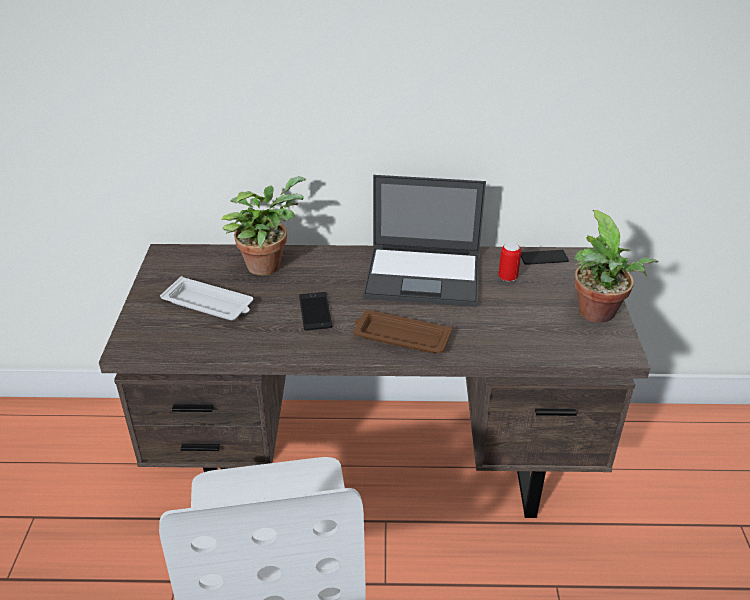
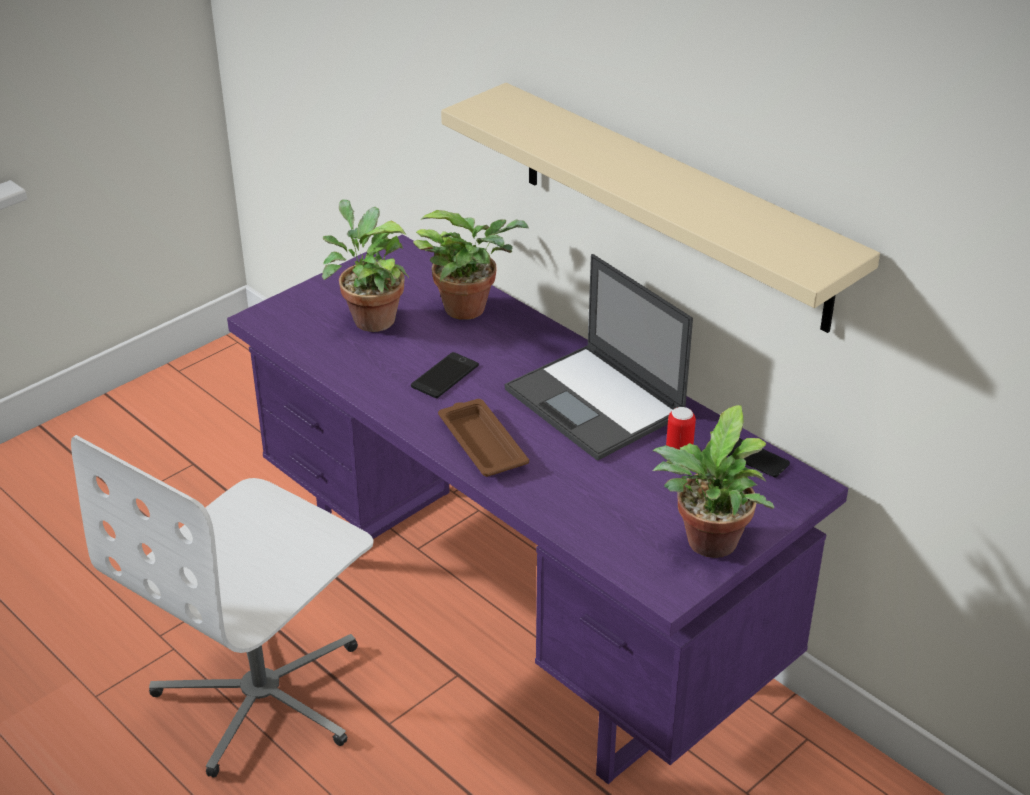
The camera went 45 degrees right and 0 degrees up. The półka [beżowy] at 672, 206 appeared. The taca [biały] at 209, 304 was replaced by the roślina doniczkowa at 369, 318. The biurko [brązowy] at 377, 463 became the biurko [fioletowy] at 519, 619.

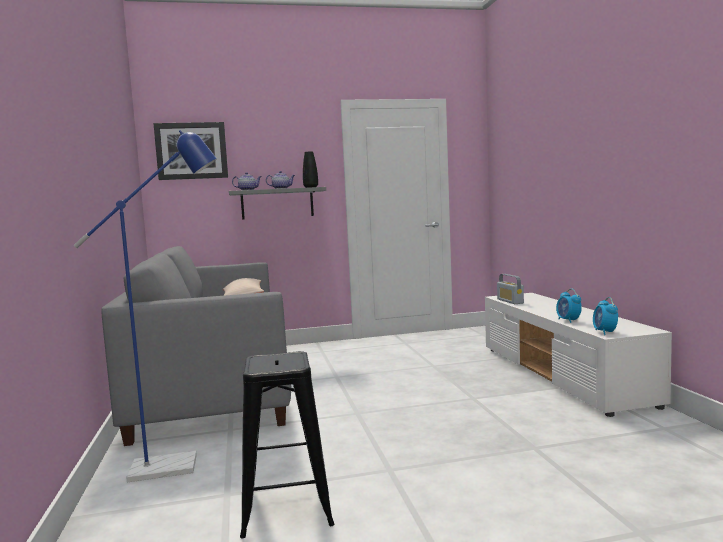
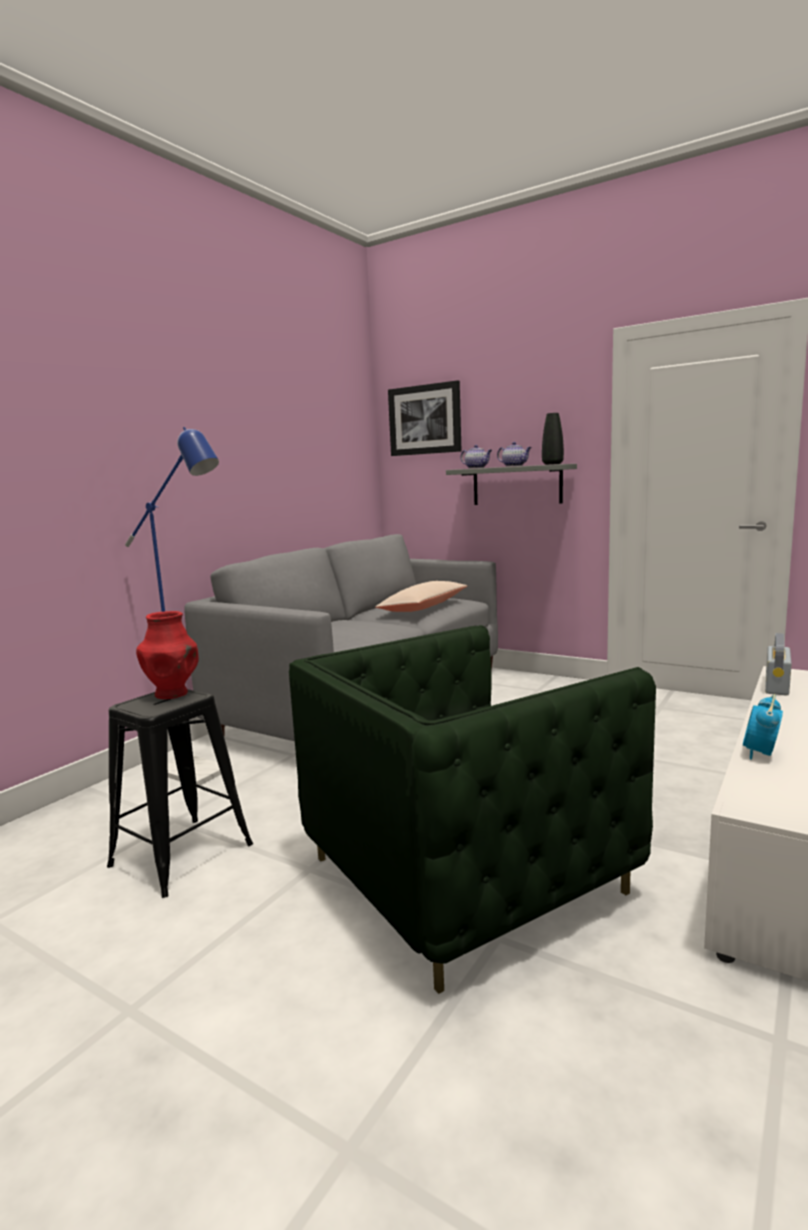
The camera went 45 degrees right and 5 degrees up. The budzik at 605, 332 disappeared. The wazon [czerwony] at 172, 694 appeared. The fotel [zielony] at 464, 875 appeared.

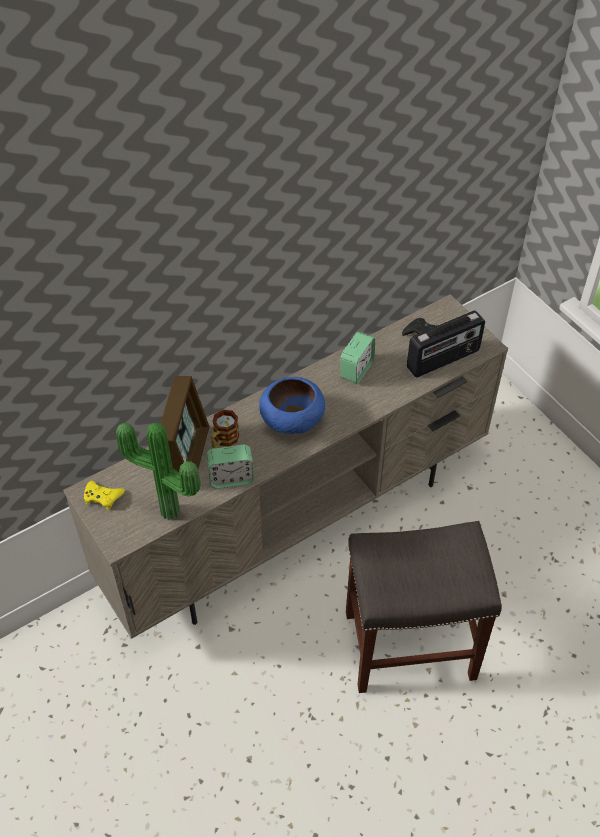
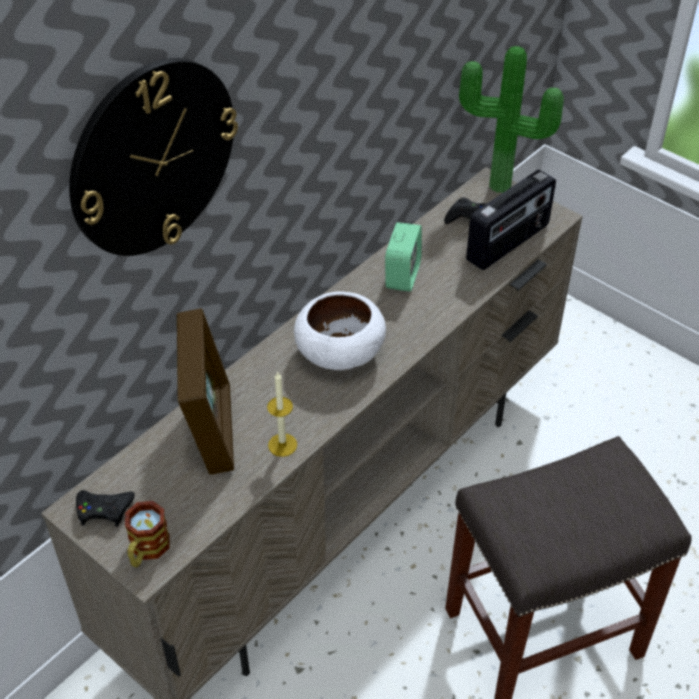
The camera went 15 degrees left and 5 degrees down. The zegar ścienny at 153, 158 appeared. The roślina doniczkowa moved from 168, 515 to 499, 188. The kubek moved from 223, 440 to 146, 550. The budzik at 231, 478 was replaced by the świeca at 282, 445. The pad do gier [żółty] at 102, 497 became the pad do gier [czarny] at 104, 510. The miska [niebieski] at 291, 419 became the miska [biały] at 339, 352.

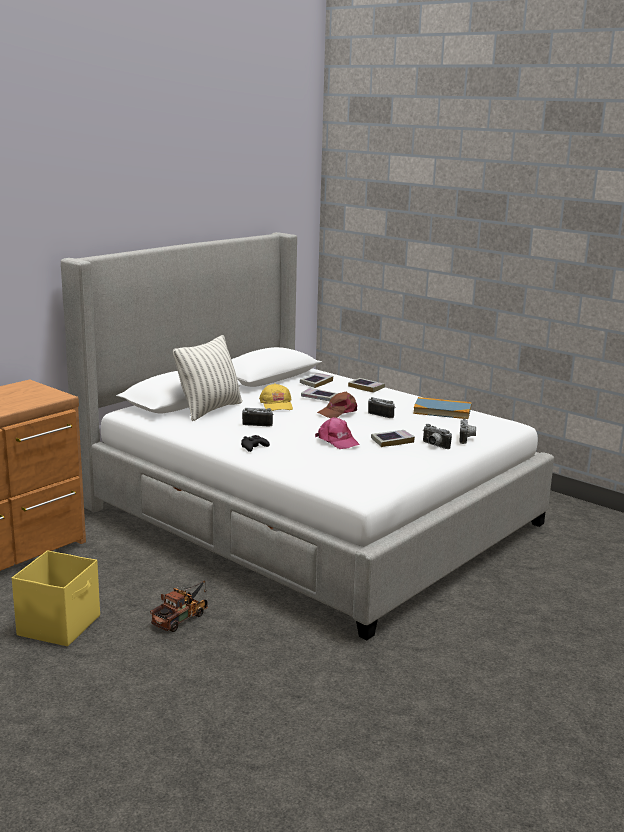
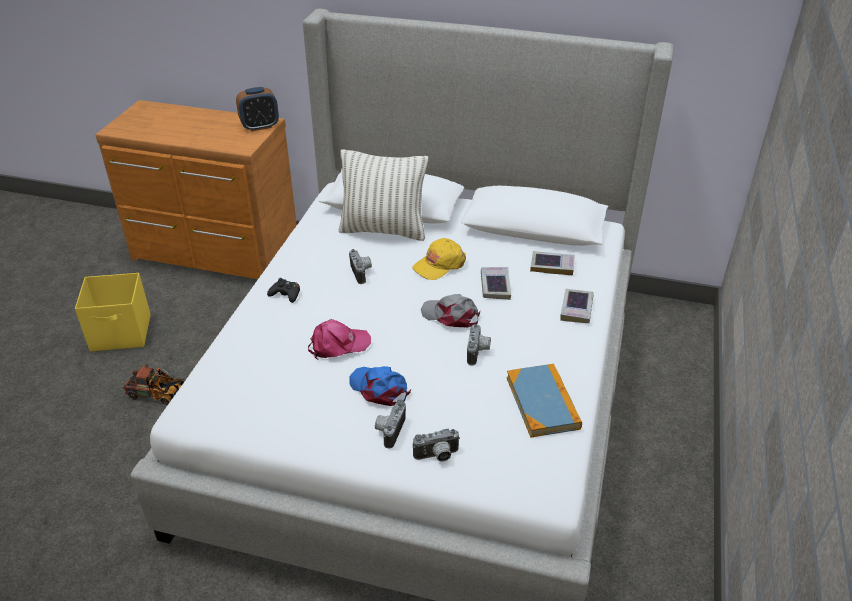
The camera went 65 degrees right and 20 degrees up. The budzik at 260, 126 appeared. The książka at 392, 441 was replaced by the czapka z daszkiem [niebieski] at 379, 388. The czapka z daszkiem [brązowy] at 338, 412 became the czapka z daszkiem [szary] at 451, 315. The czapka z daszkiem [różowy] at 337, 441 turned 135 degrees counterclockwise.

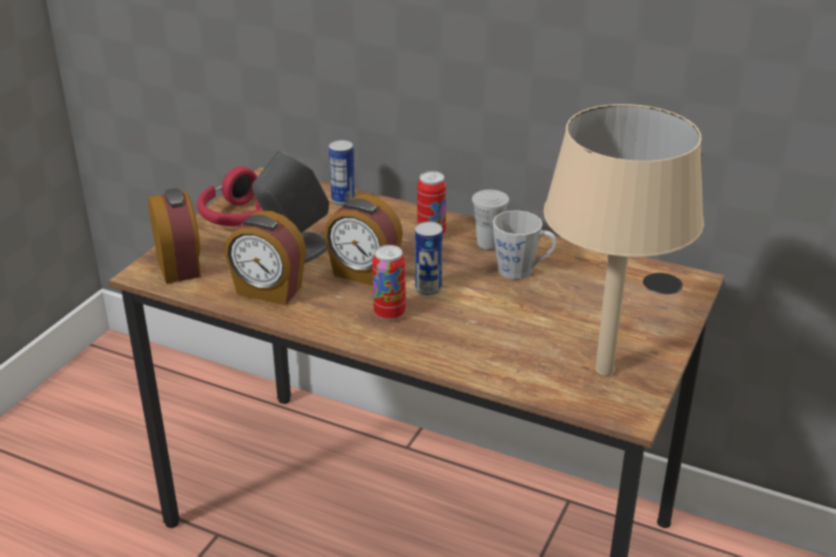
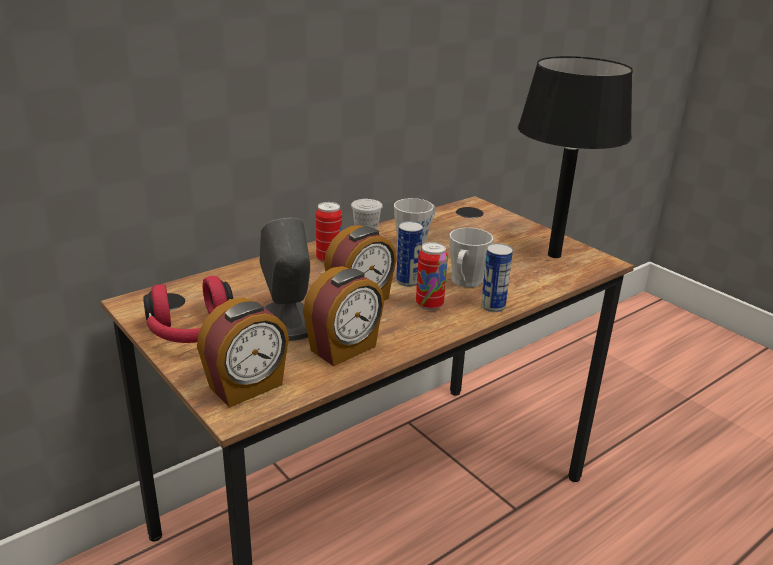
The camera went 65 degrees left and 5 degrees down. The kubek [szary] at 465, 283 appeared. The puszka moved from 343, 200 to 493, 306. The lampa stołowa [beżowy] at 604, 370 became the lampa stołowa [czarny] at 554, 255. The budzik at 180, 266 turned 135 degrees clockwise.

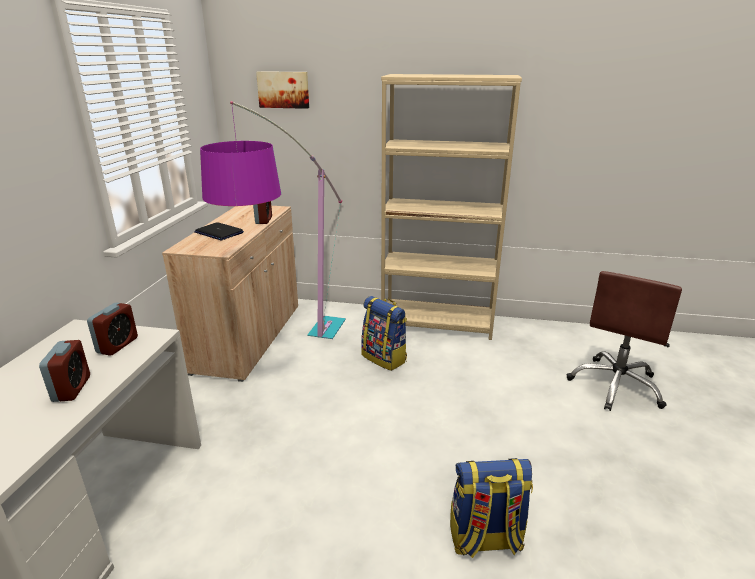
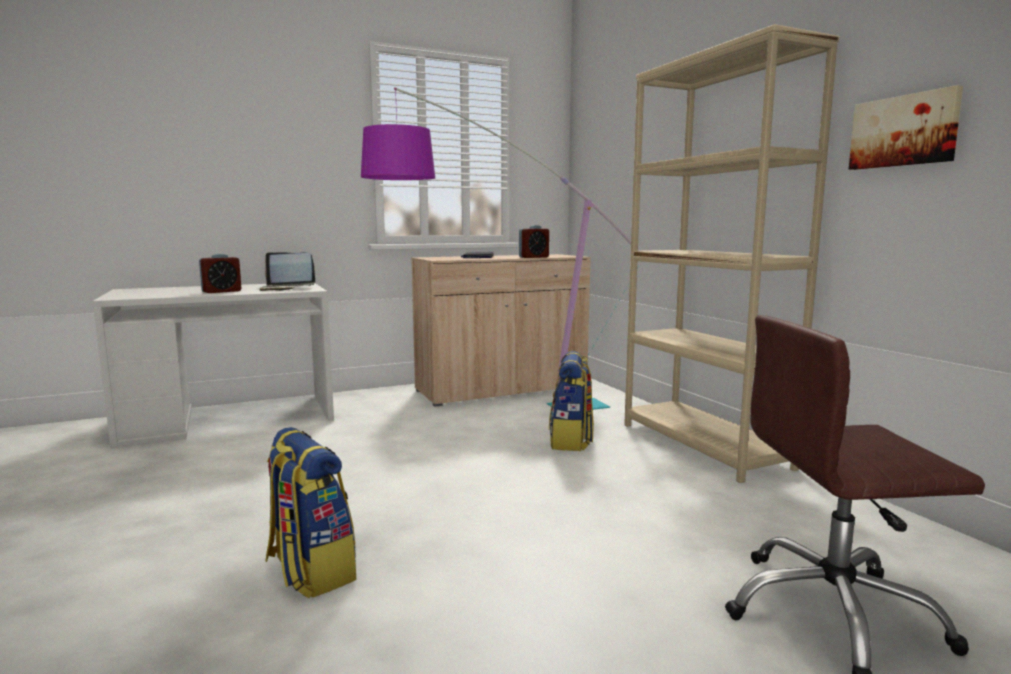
The camera went 55 degrees right and 15 degrees down. The obraz moved from 283, 89 to 904, 131. The budzik at 117, 345 was replaced by the laptop at 287, 288.

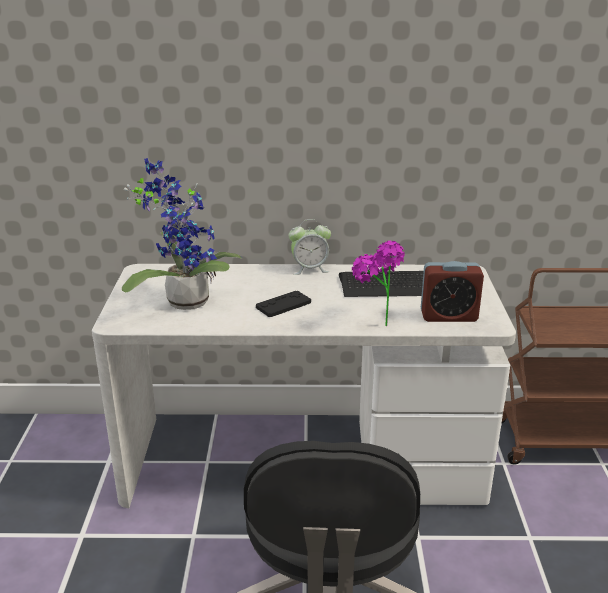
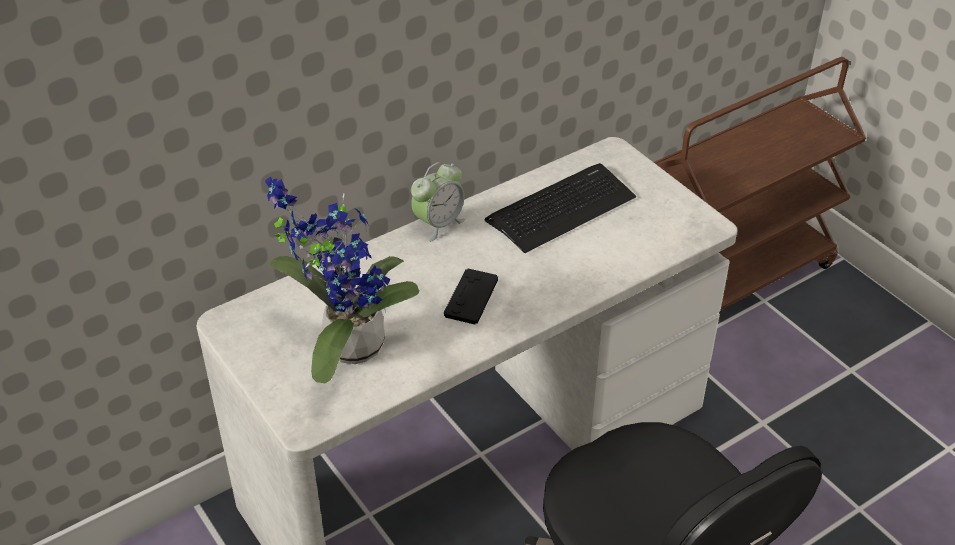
The camera went 35 degrees left and 15 degrees up. The roślina doniczkowa at 375, 323 disappeared. The budzik at 448, 316 disappeared.

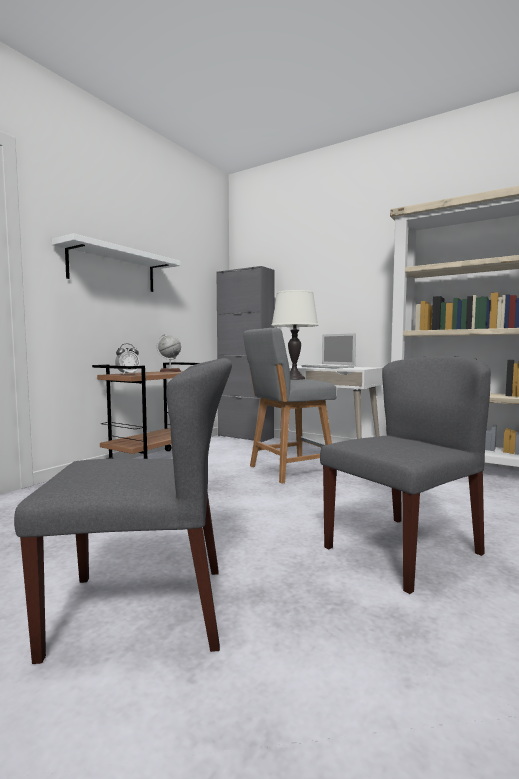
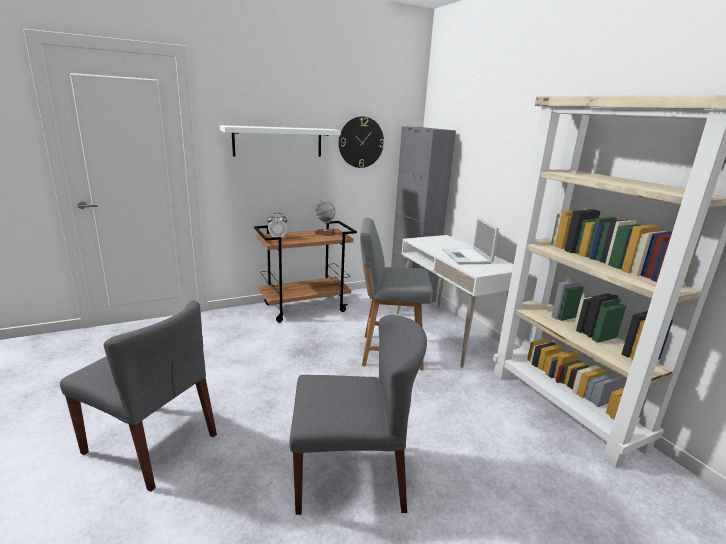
The camera went 30 degrees right and 15 degrees up. The lampa stołowa [biały] at 294, 378 disappeared. The zegar ścienny at 361, 142 appeared.

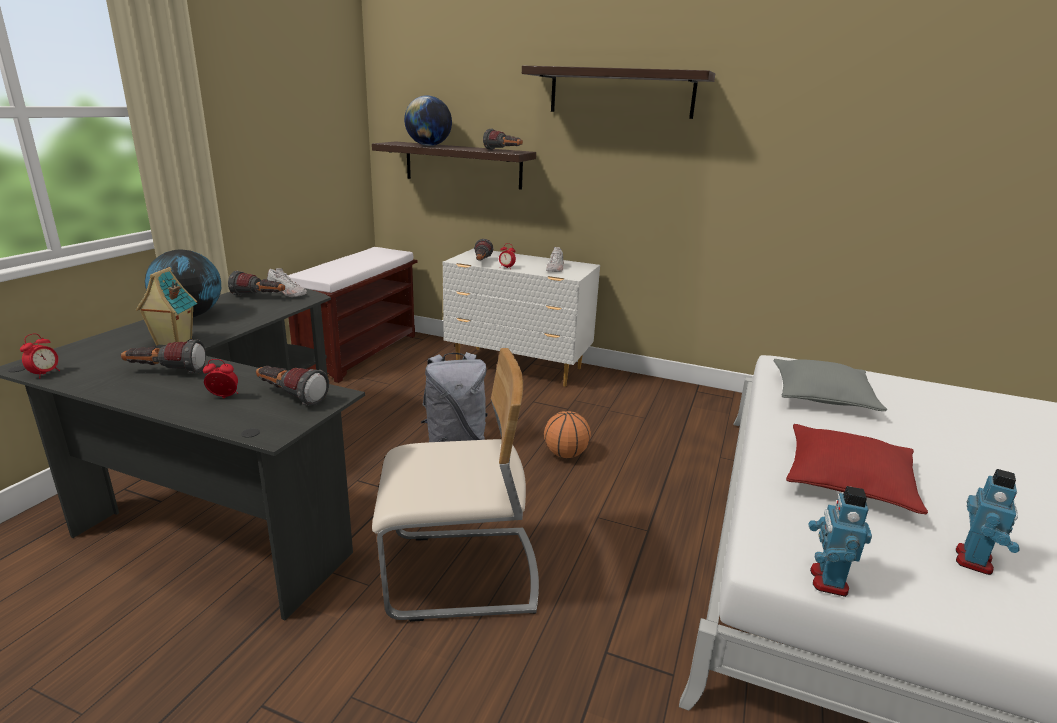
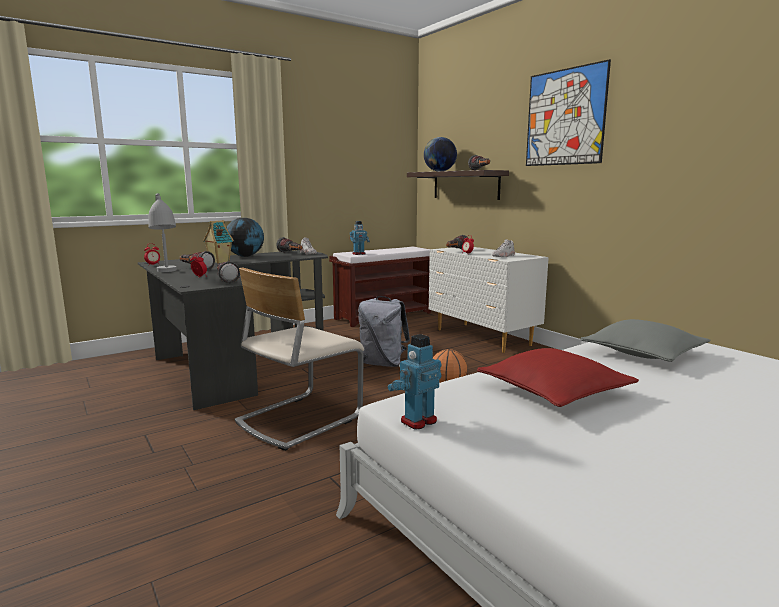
The camera went 35 degrees right and 10 degrees down. The lampa stołowa [szary] at 167, 273 appeared. The robot zabawkowy moved from 974, 561 to 359, 254. The półka at 621, 93 was replaced by the obraz at 565, 117. The krzesło [beżowy] at 461, 574 turned 105 degrees clockwise.

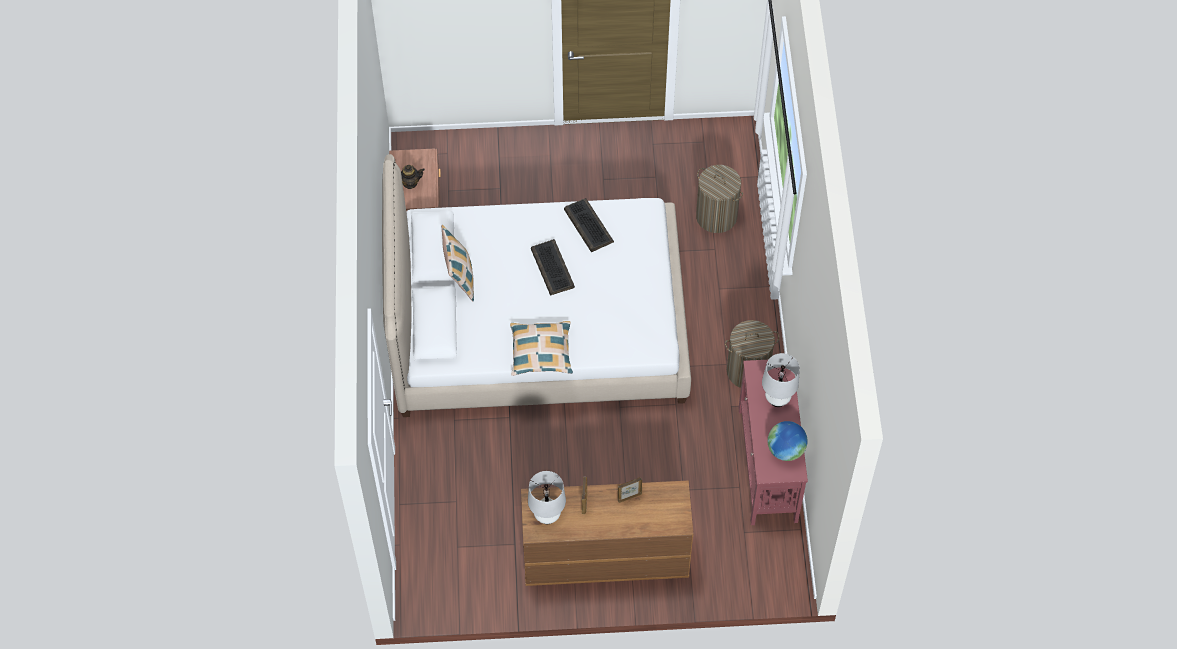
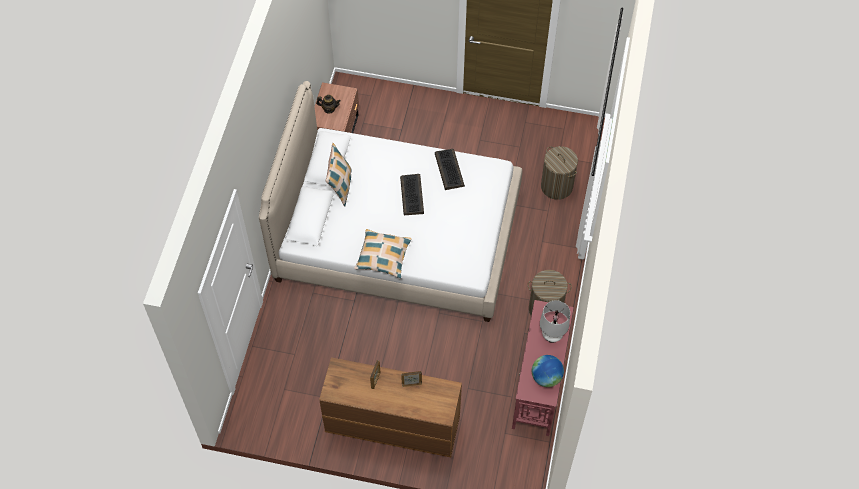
The camera went 15 degrees right and 0 degrees up. The lampa stołowa [biały] at 547, 515 disappeared.

